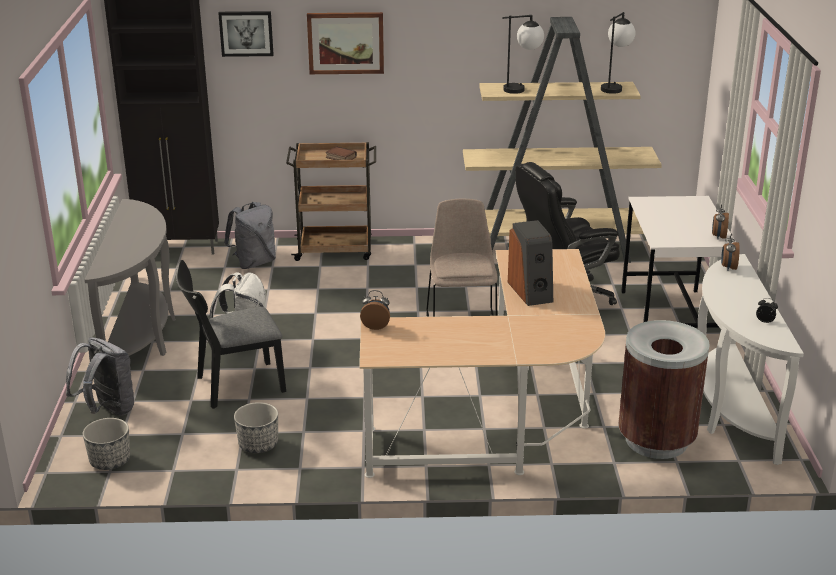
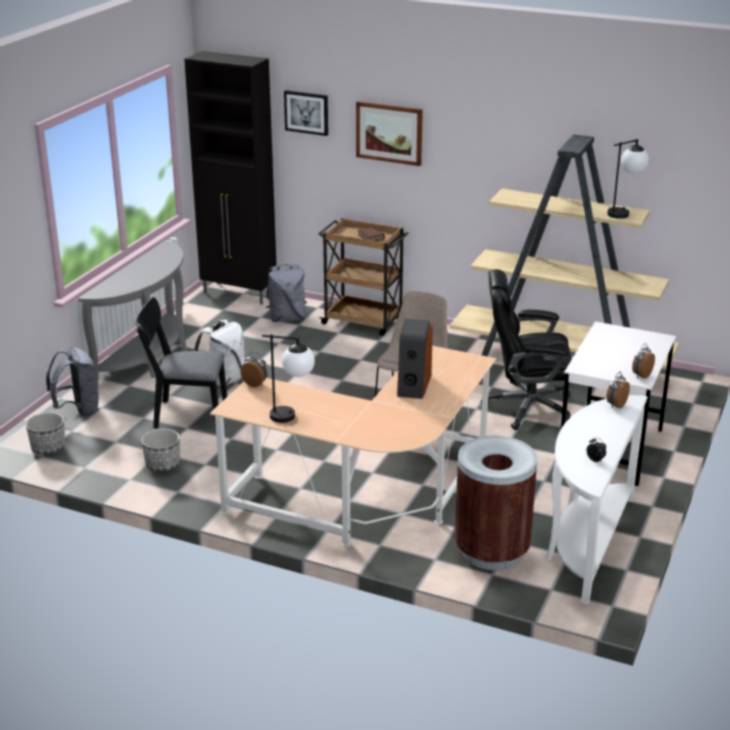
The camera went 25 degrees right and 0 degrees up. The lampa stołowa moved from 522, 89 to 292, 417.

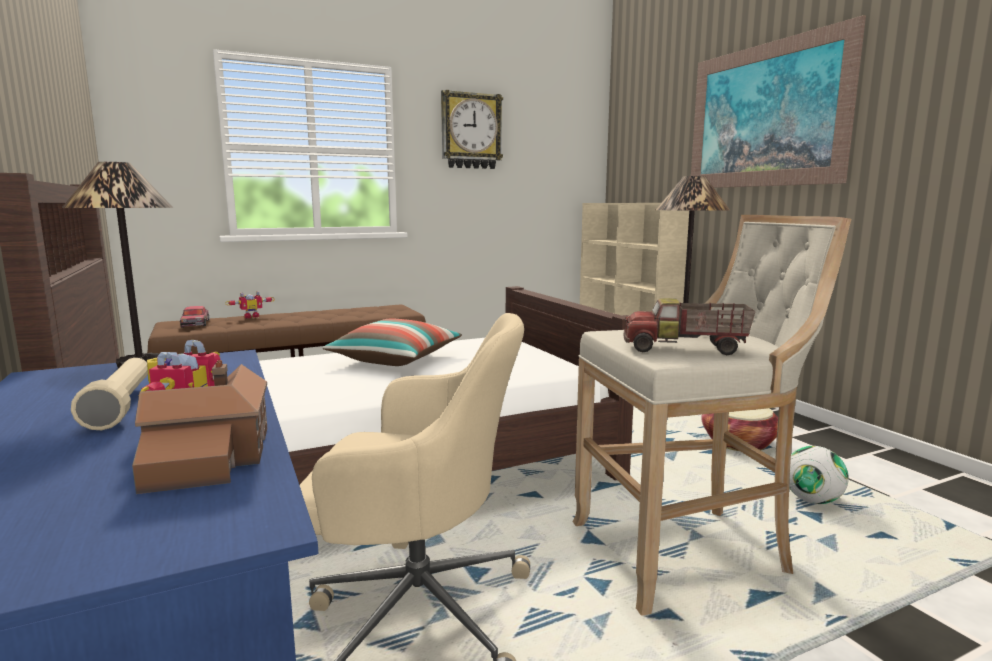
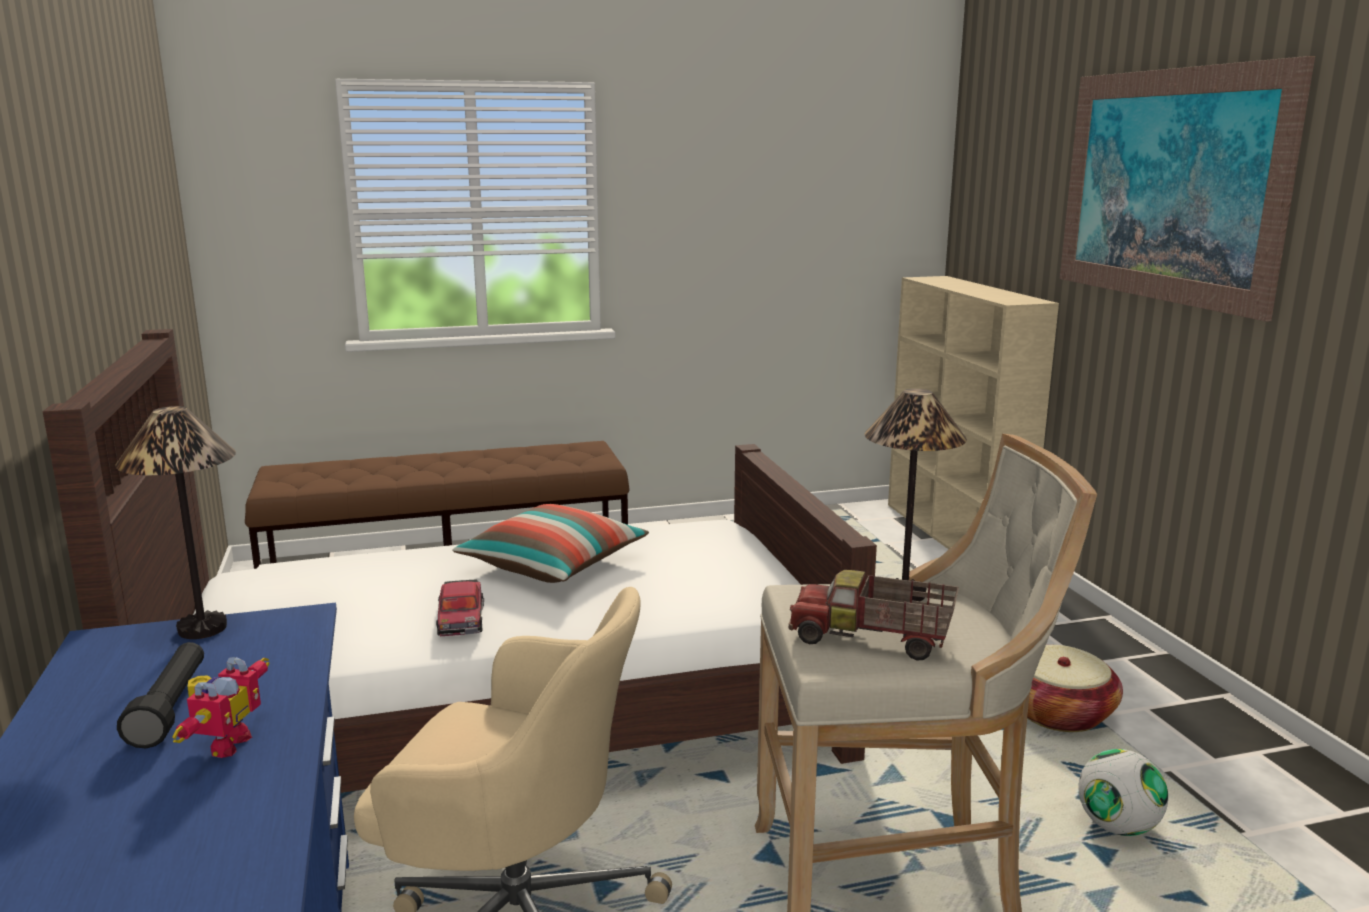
The camera went 10 degrees right and 5 degrees up. The domek at 212, 457 disappeared. The robot zabawkowy at 251, 316 disappeared. The zegar ścienny at 471, 131 disappeared. The samochodzik moved from 196, 323 to 461, 618. The latarka [beżowy] at 122, 406 became the latarka [czarny] at 171, 708.

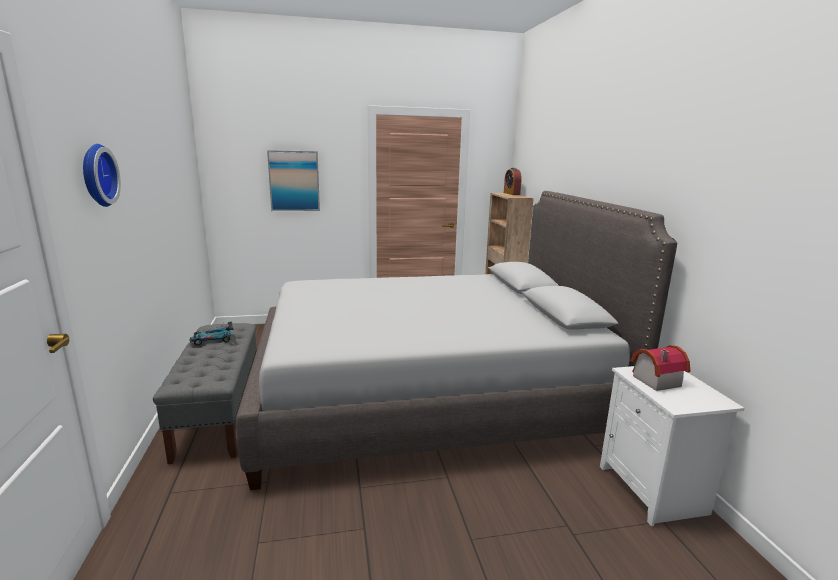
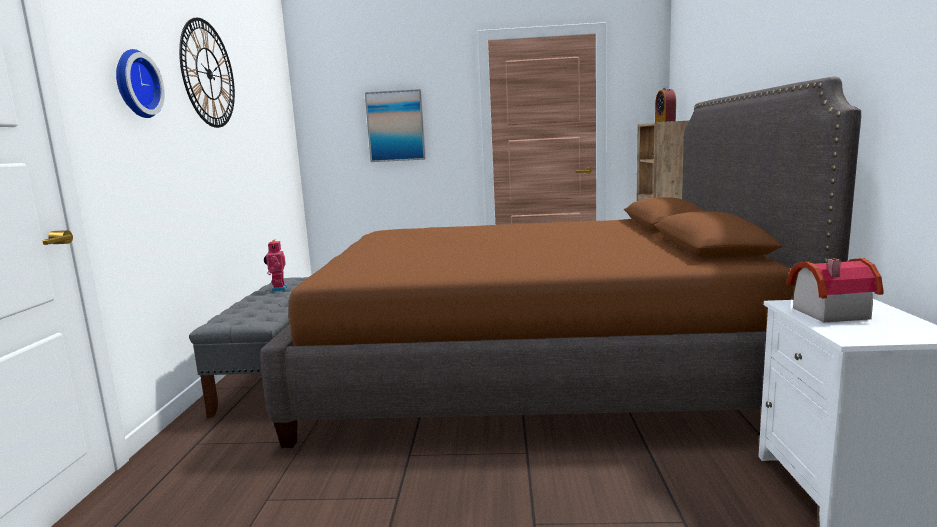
The camera went 15 degrees right and 5 degrees down. The zegar ścienny at 208, 74 appeared. The samochodzik at 213, 339 was replaced by the robot zabawkowy at 278, 289. The łóżko [szary] at 428, 396 became the łóżko [brązowy] at 533, 368.

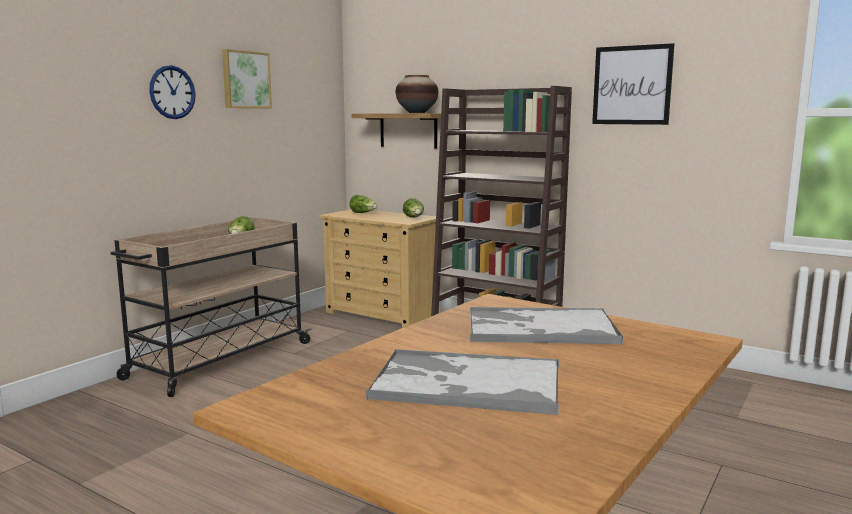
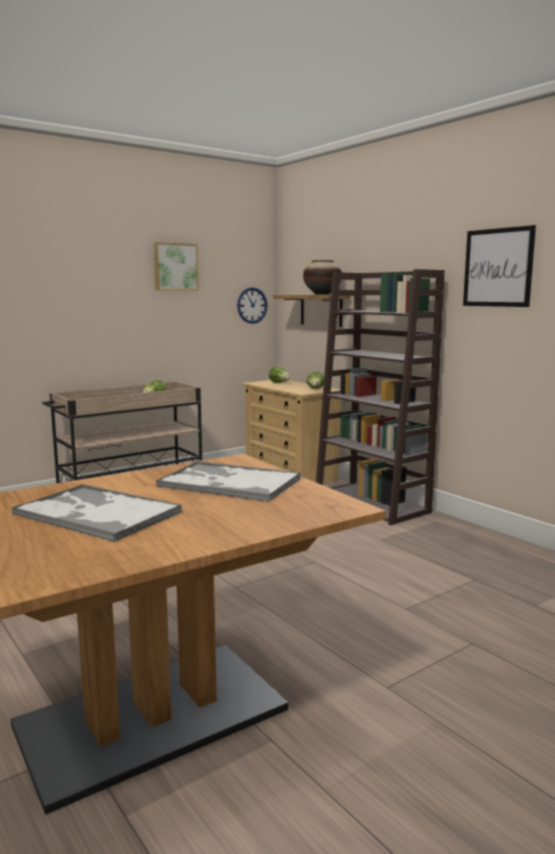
The camera went 20 degrees right and 0 degrees up. The zegar ścienny moved from 172, 92 to 252, 305.

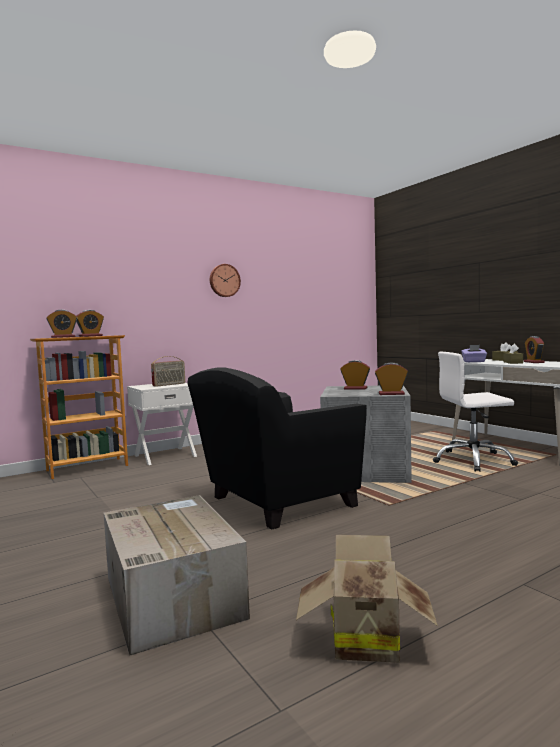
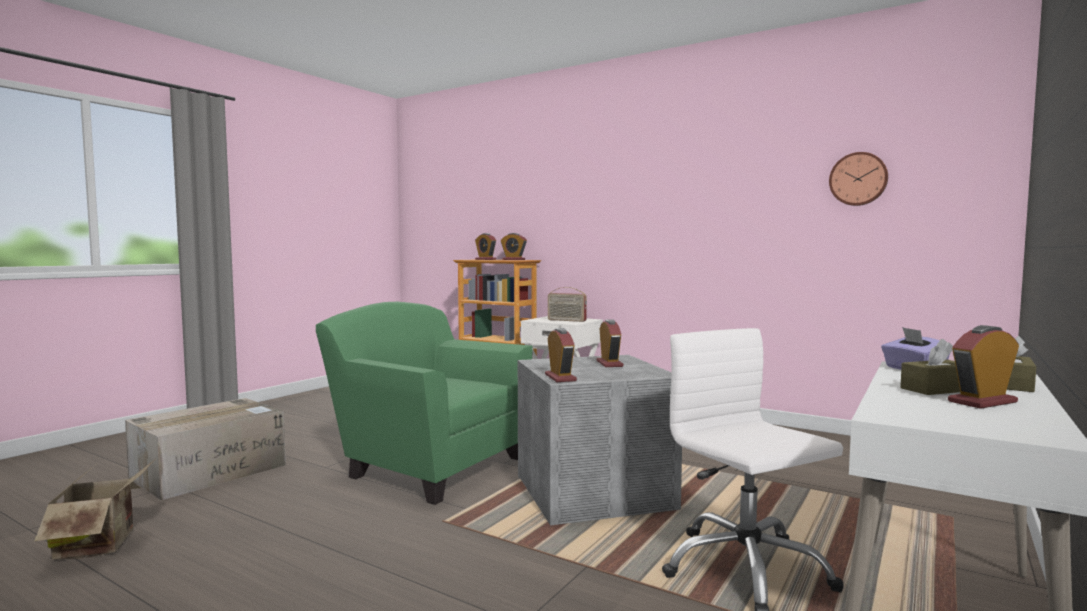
The camera went 65 degrees right and 0 degrees up. The zegar ścienny moved from 224, 280 to 858, 179. The fotel [czarny] at 275, 502 became the fotel [zielony] at 430, 466.

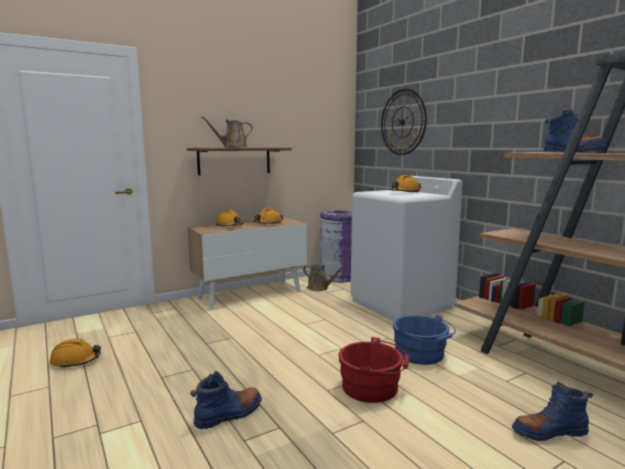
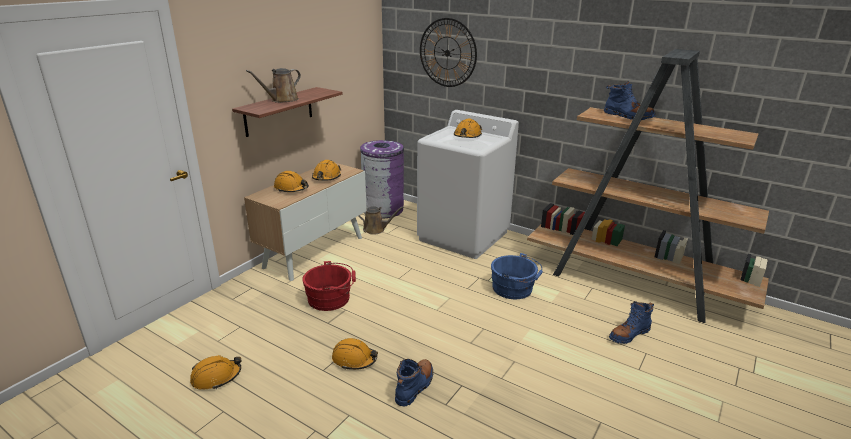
The camera went 25 degrees left and 15 degrees up. The kask [pomarańczowy] at 354, 359 appeared. The wiadro [czerwony] moved from 373, 388 to 331, 298.

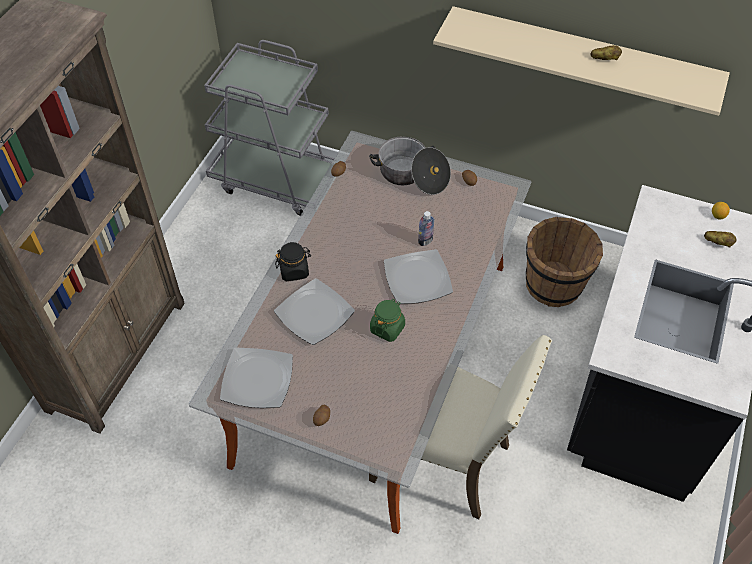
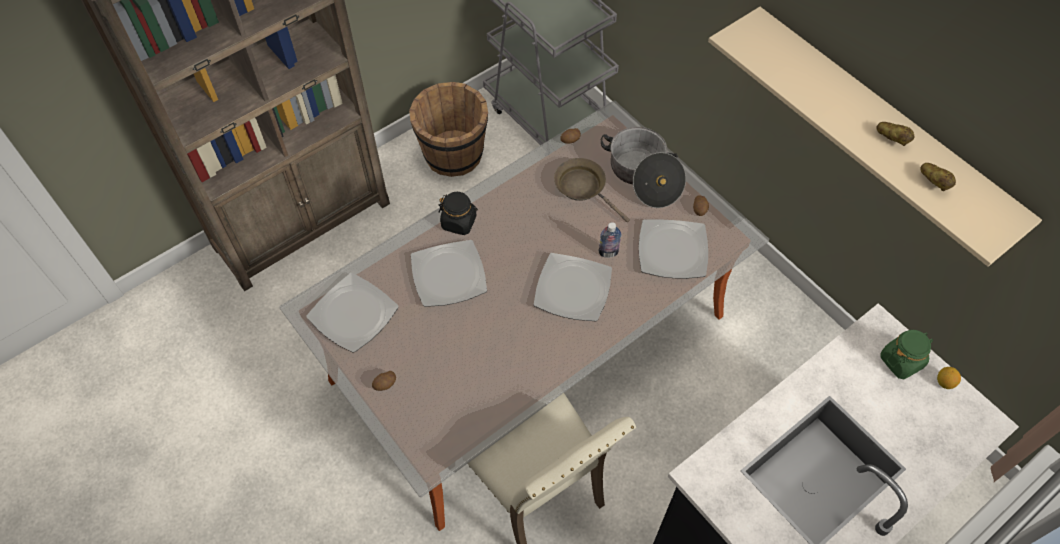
The camera went 30 degrees right and 5 degrees up. The patelnia [brązowy] at 583, 188 appeared. The talerz at 673, 251 appeared. The słoik [zielony] moved from 387, 328 to 901, 361. The wiadro [brązowy] moved from 554, 285 to 453, 155. The ziemniak moved from 717, 243 to 934, 182.

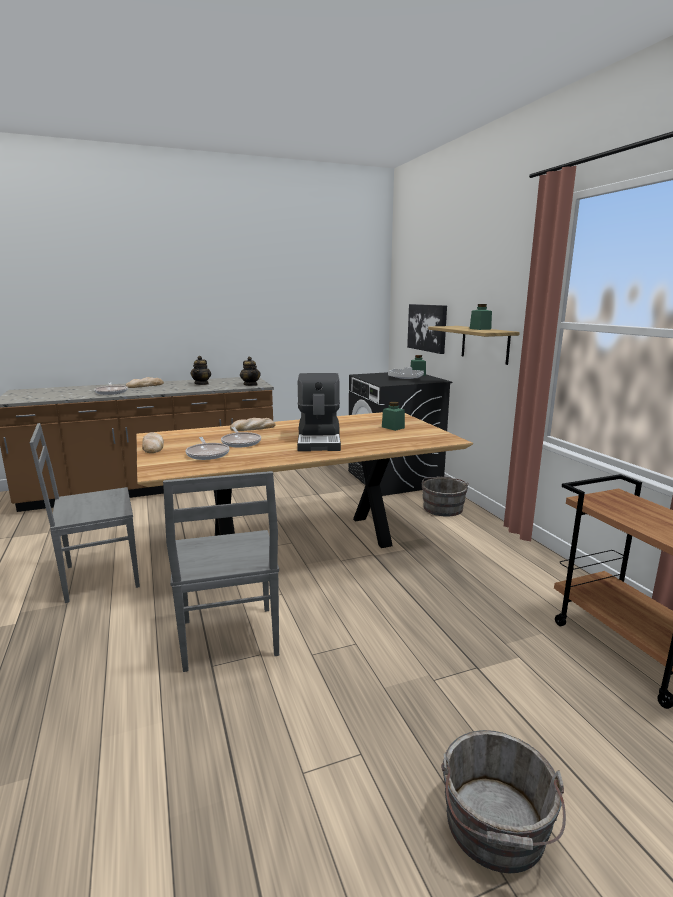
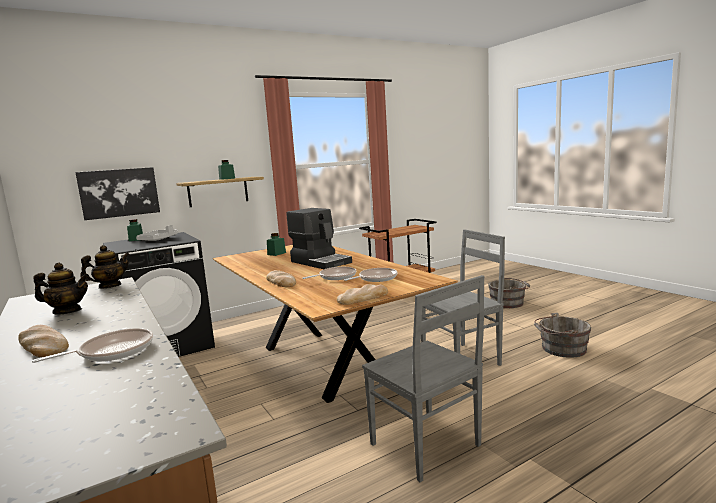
The camera went 100 degrees left and 5 degrees down. The wiadro [szary] moved from 442, 507 to 561, 349. The ekspres do kawy at 320, 440 turned 60 degrees clockwise.

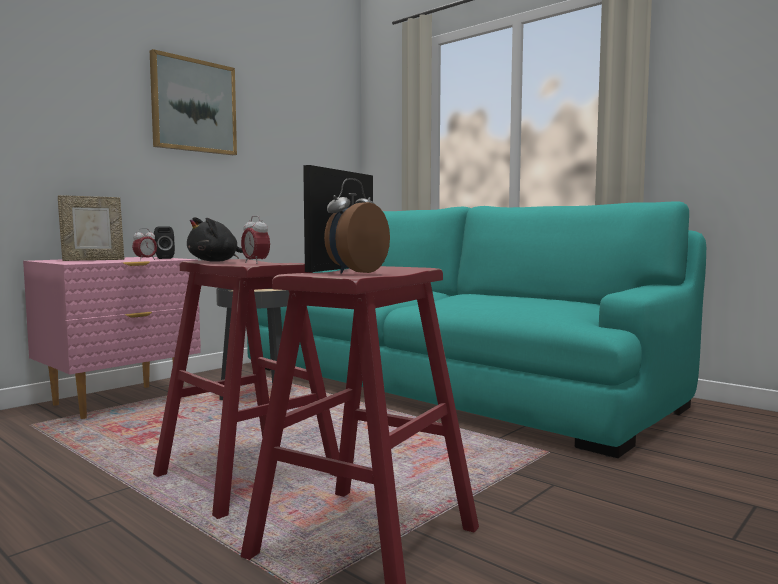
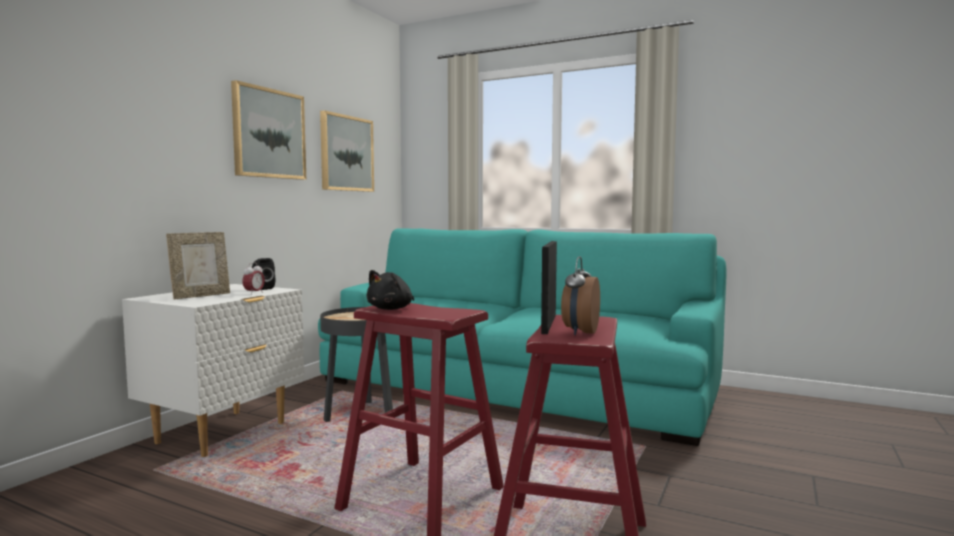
The camera went 15 degrees left and 0 degrees up. The budzik at 255, 263 disappeared. The obraz at 346, 153 appeared. The szafka nocna [różowy] at 118, 401 became the szafka nocna [biały] at 223, 433.

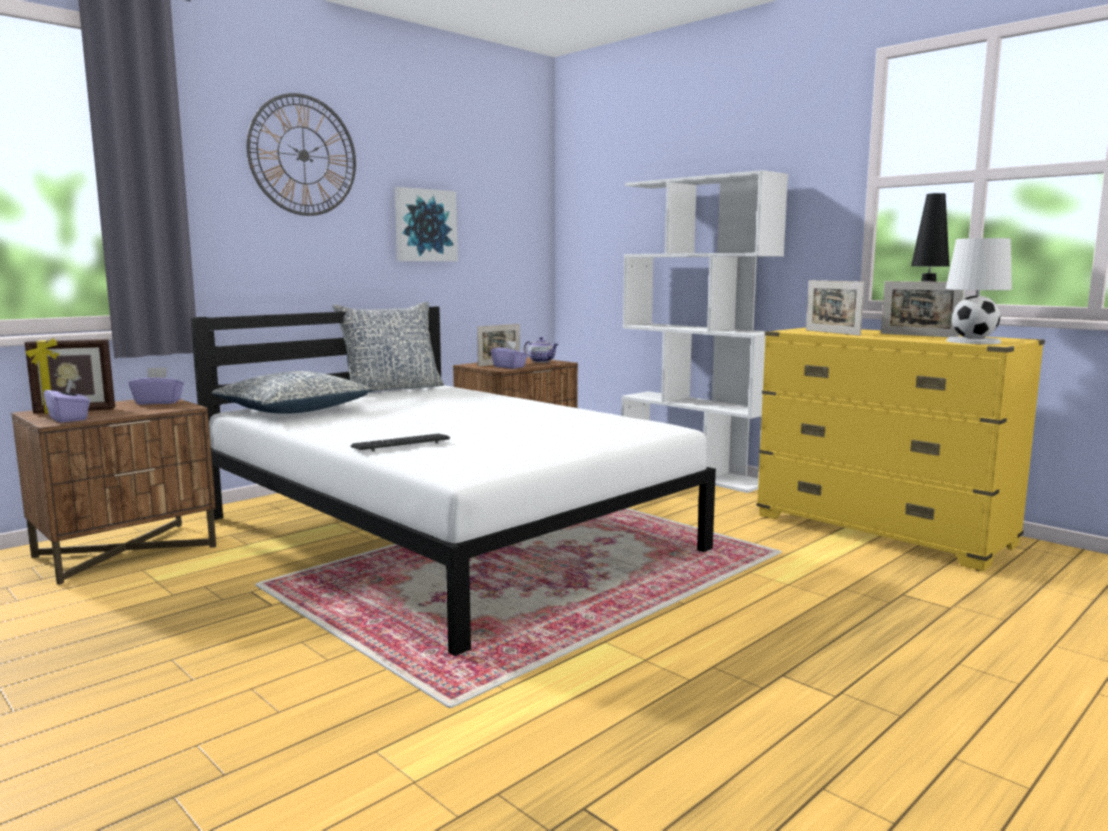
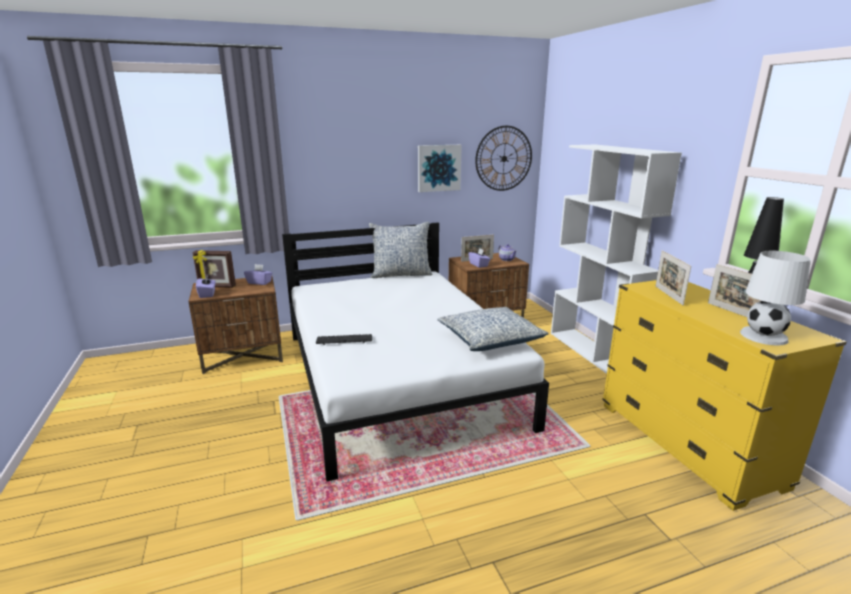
The camera went 25 degrees right and 10 degrees up. The poduszka moved from 294, 410 to 490, 339. The zegar ścienny moved from 303, 155 to 504, 158.

